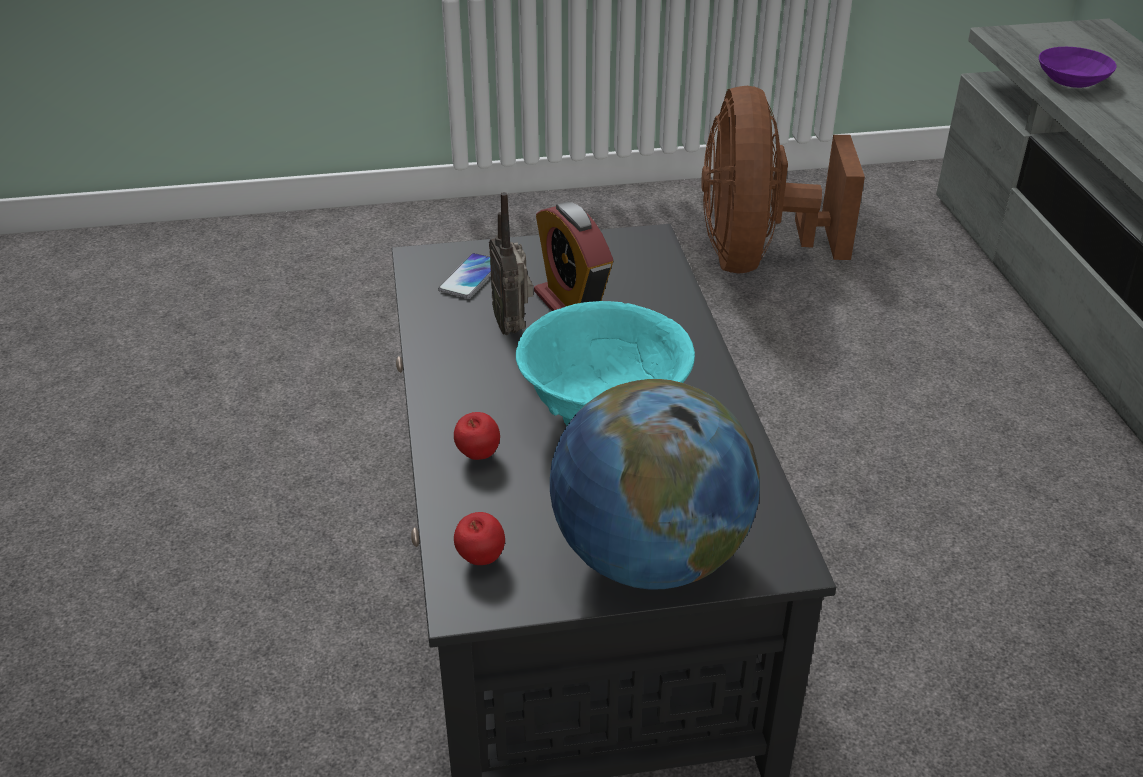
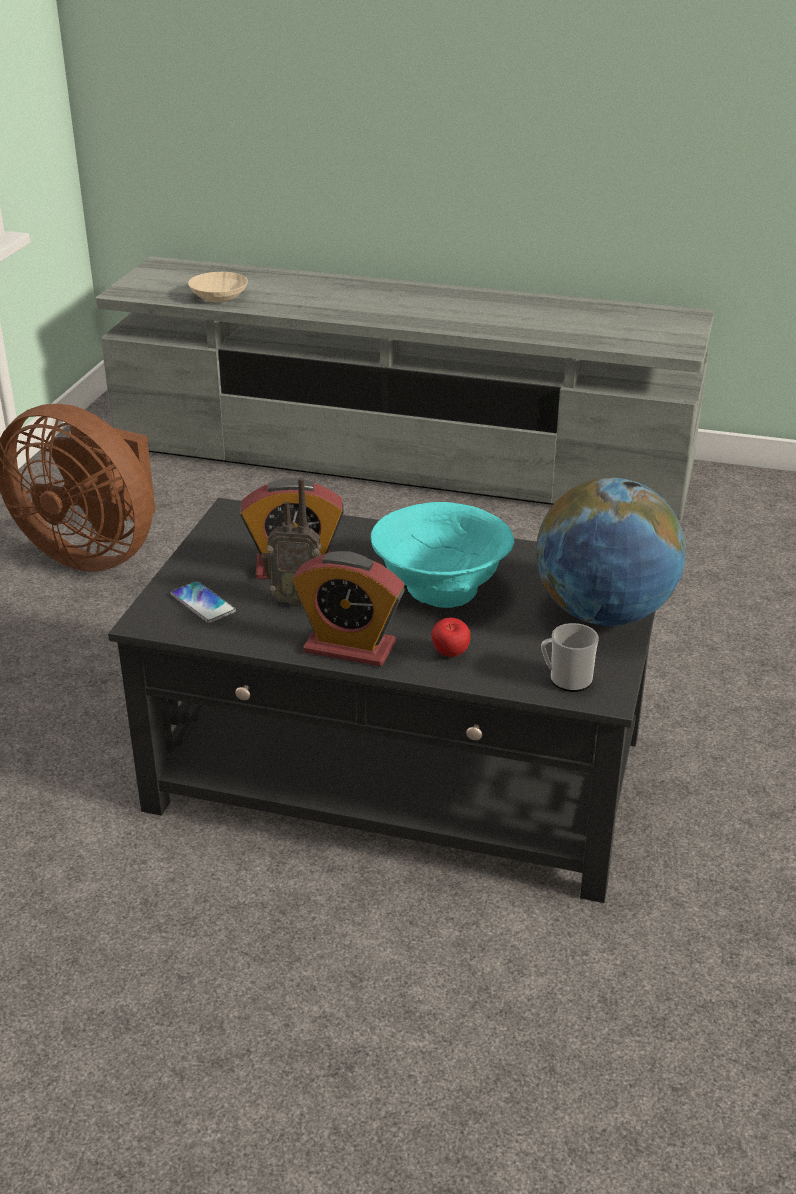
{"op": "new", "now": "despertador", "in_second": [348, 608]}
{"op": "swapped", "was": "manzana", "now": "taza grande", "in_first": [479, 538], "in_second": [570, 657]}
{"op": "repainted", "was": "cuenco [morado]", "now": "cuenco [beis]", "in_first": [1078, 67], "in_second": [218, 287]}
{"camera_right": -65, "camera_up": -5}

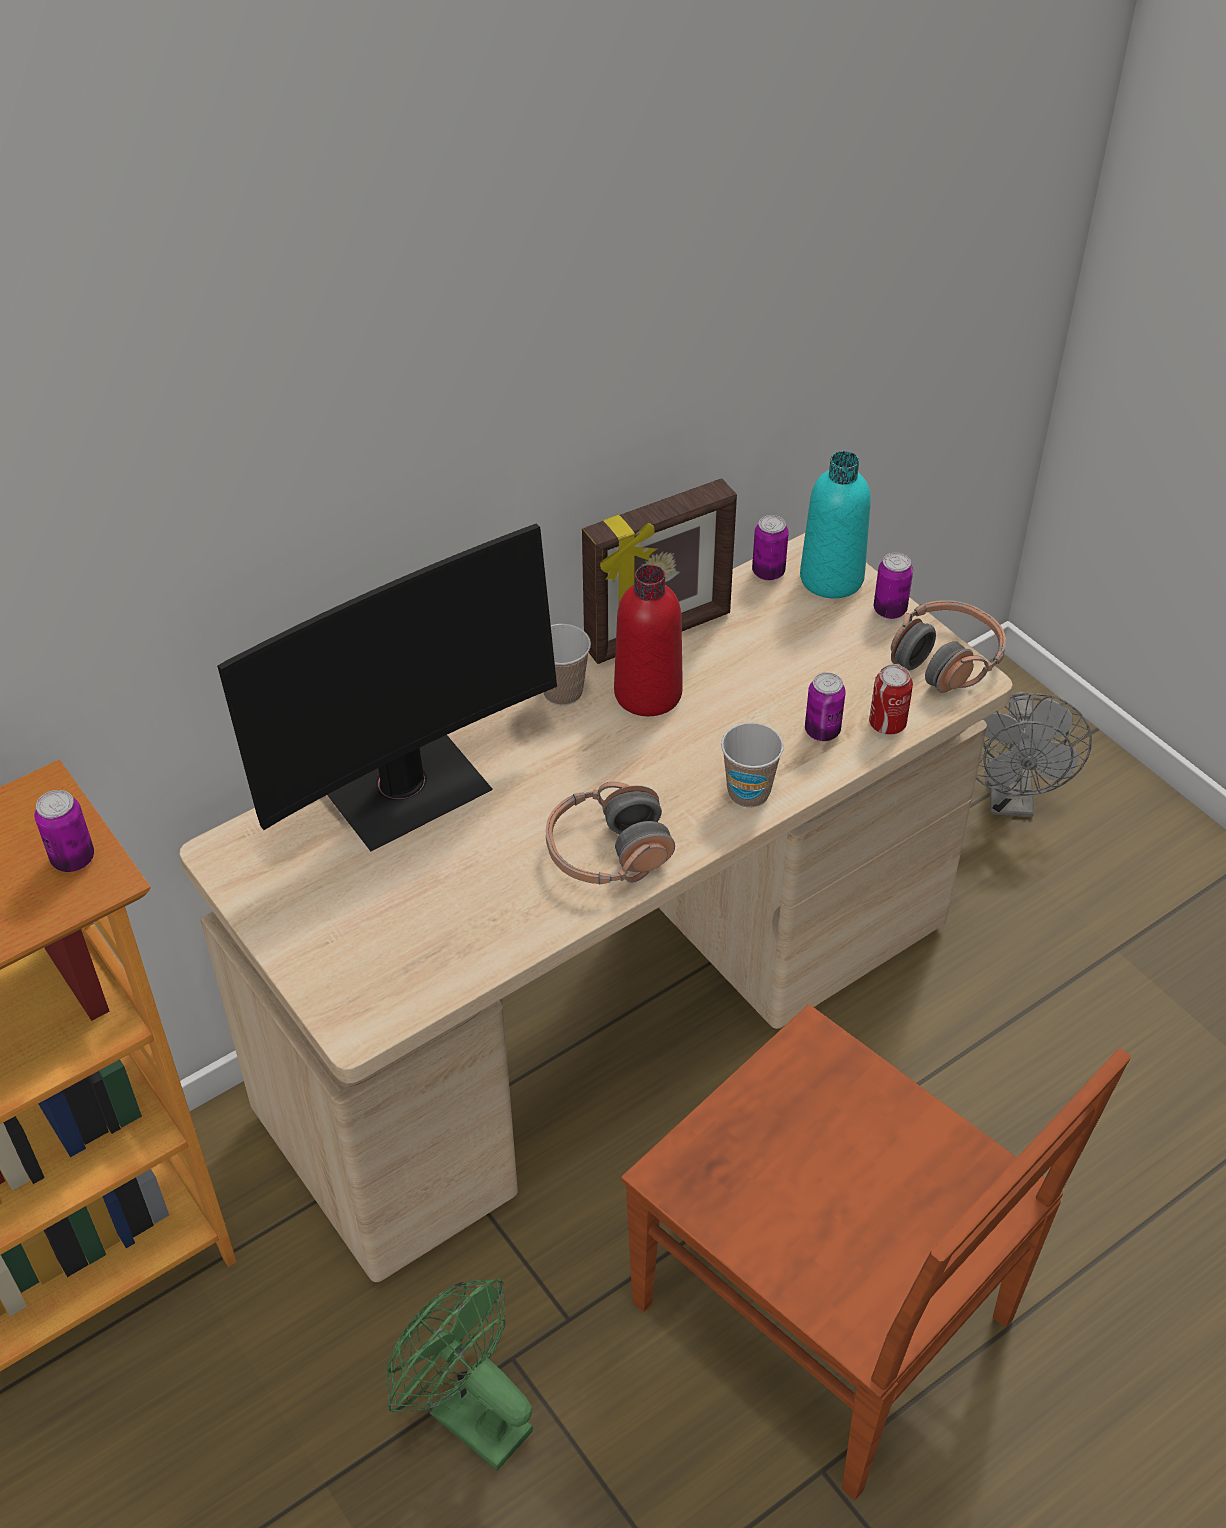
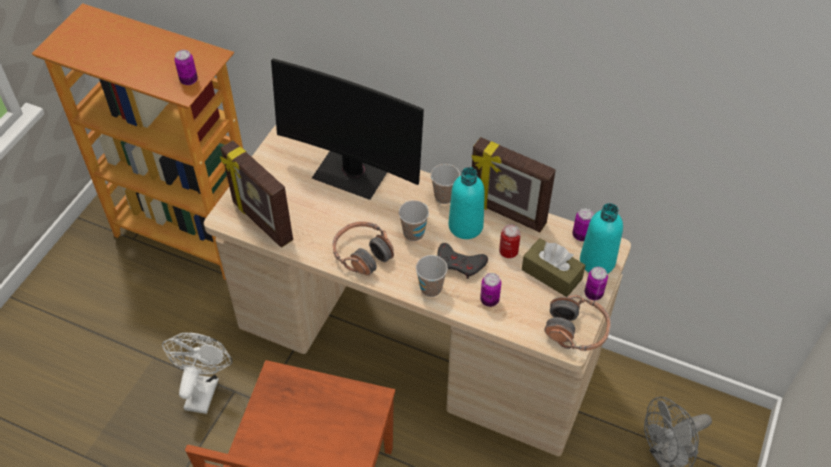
{"op": "new", "now": "portarretratos", "in_second": [256, 194]}
{"op": "new", "now": "taza", "in_second": [414, 220]}
{"op": "new", "now": "mando de consola [gris]", "in_second": [462, 261]}
{"op": "new", "now": "caja de pañuelos [marrón]", "in_second": [554, 267]}
{"op": "shifted", "was": "lata", "in_first": [891, 699], "in_second": [510, 241]}
{"op": "repainted", "was": "ventilador [verde]", "now": "ventilador [blanco]", "in_first": [460, 1375], "in_second": [197, 373]}
{"op": "repainted", "was": "botella [rojo]", "now": "botella [turquesa]", "in_first": [648, 640], "in_second": [467, 203]}
{"camera_right": 60, "camera_up": 5}

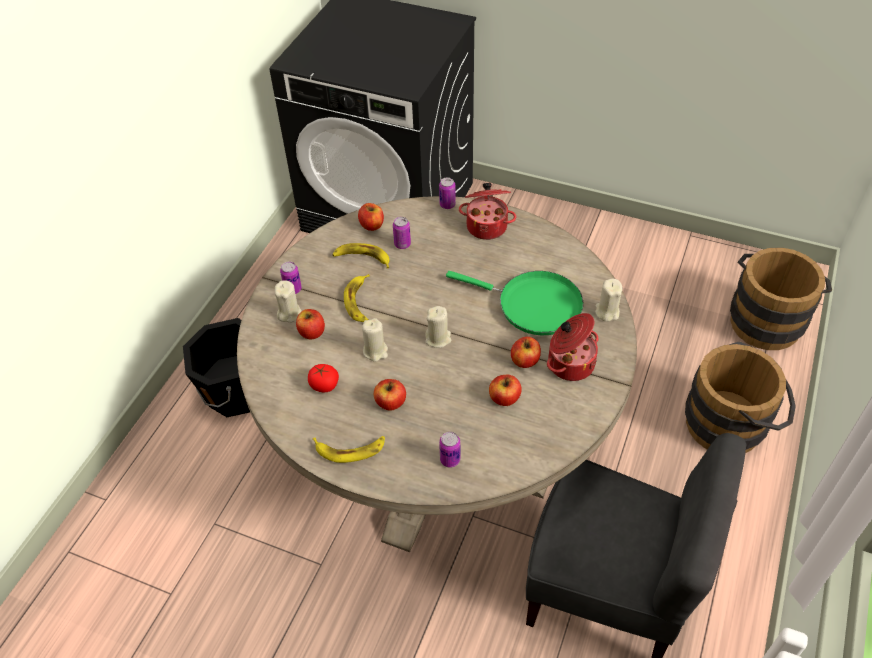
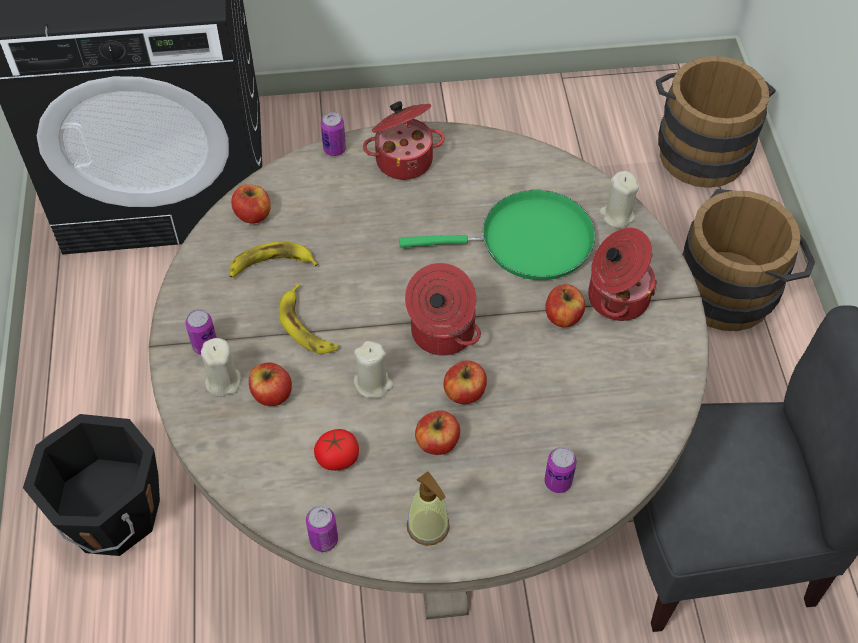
{"op": "shifted", "was": "lata", "in_first": [402, 233], "in_second": [322, 528]}
{"op": "shifted", "was": "manzana", "in_first": [505, 390], "in_second": [465, 382]}
{"op": "swapped", "was": "plátano", "now": "dispensador de jabón", "in_first": [349, 449], "in_second": [428, 508]}
{"op": "swapped", "was": "vela [beis]", "now": "olla", "in_first": [438, 327], "in_second": [443, 309]}
{"camera_right": -30, "camera_up": 5}

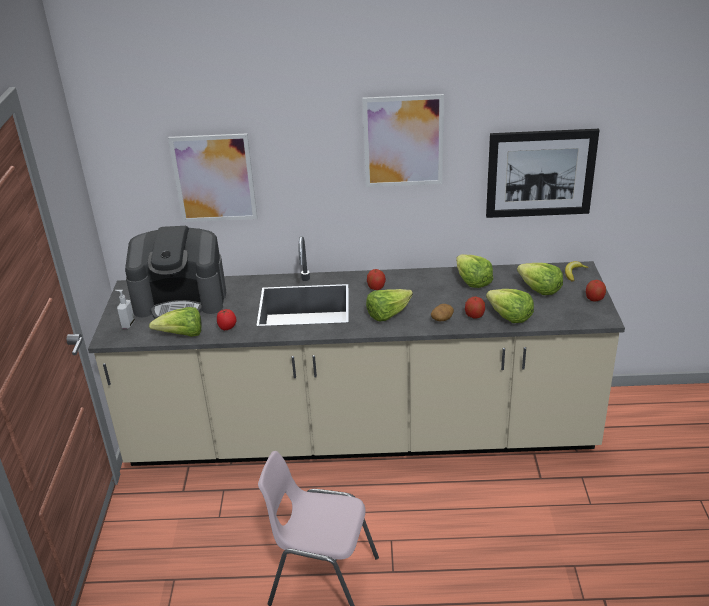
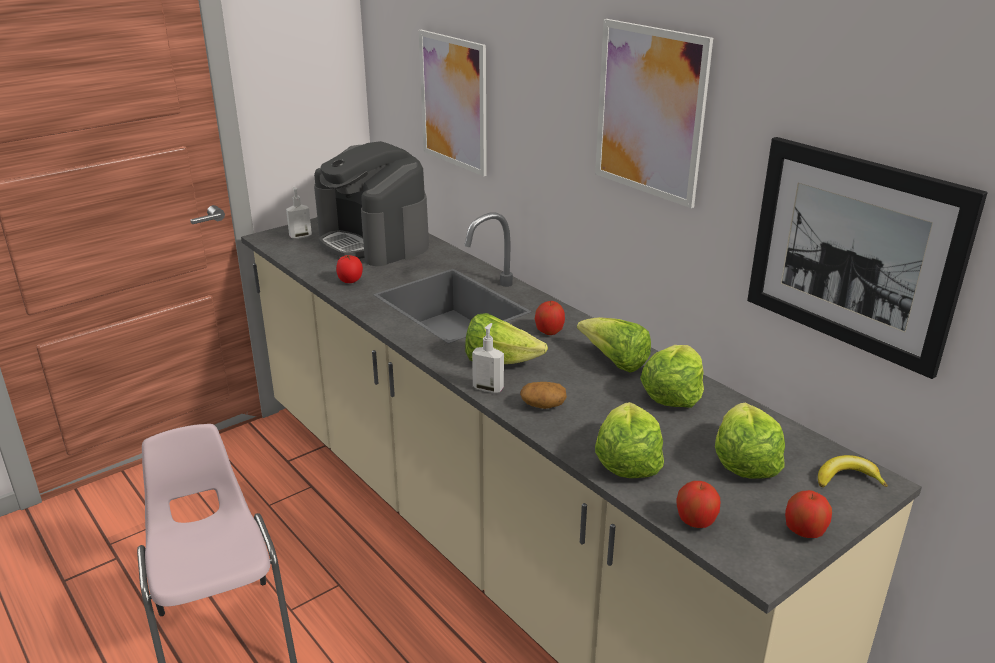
{"op": "new", "now": "dispensador de jabón", "in_second": [488, 358]}
{"op": "shifted", "was": "lechuga", "in_first": [175, 322], "in_second": [614, 345]}
{"op": "shifted", "was": "manzana", "in_first": [475, 307], "in_second": [698, 504]}
{"camera_right": 50, "camera_up": -5}

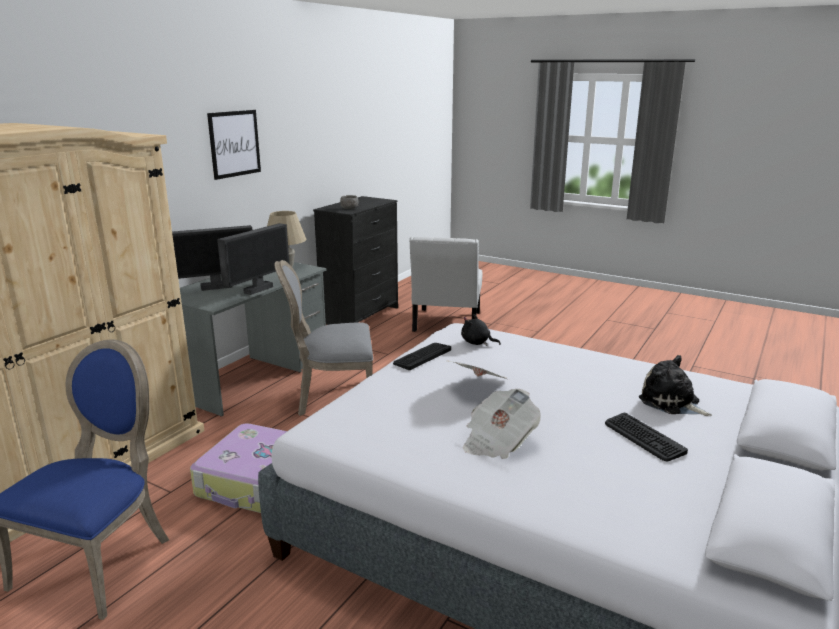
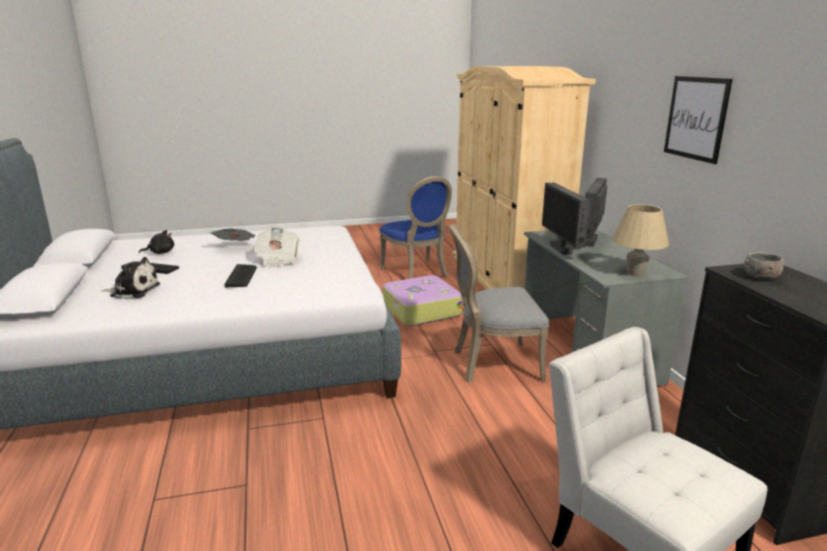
{"op": "shifted", "was": "teclado", "in_first": [422, 356], "in_second": [241, 275]}
{"op": "shifted", "was": "peluche [negro]", "in_first": [481, 330], "in_second": [156, 242]}
{"op": "rotated", "was": "silla [gris]", "in_first": [323, 338], "in_second": [498, 302], "clockwise": -135}
{"camera_right": 135, "camera_up": 0}

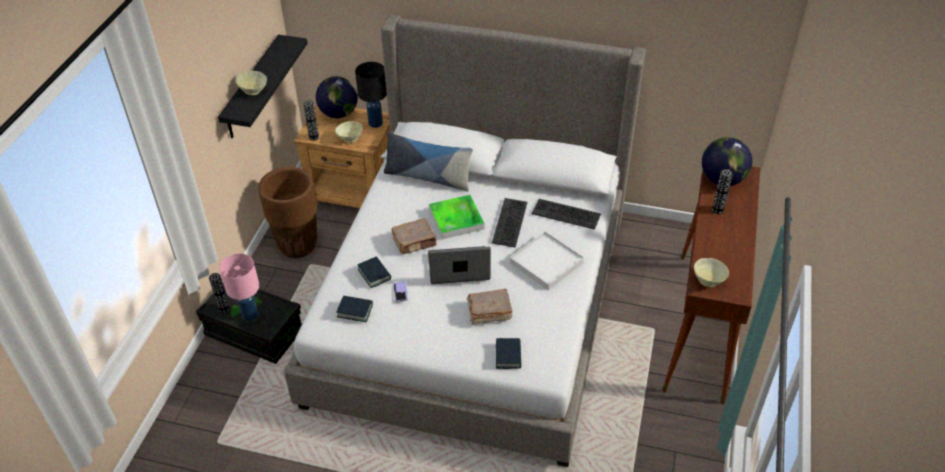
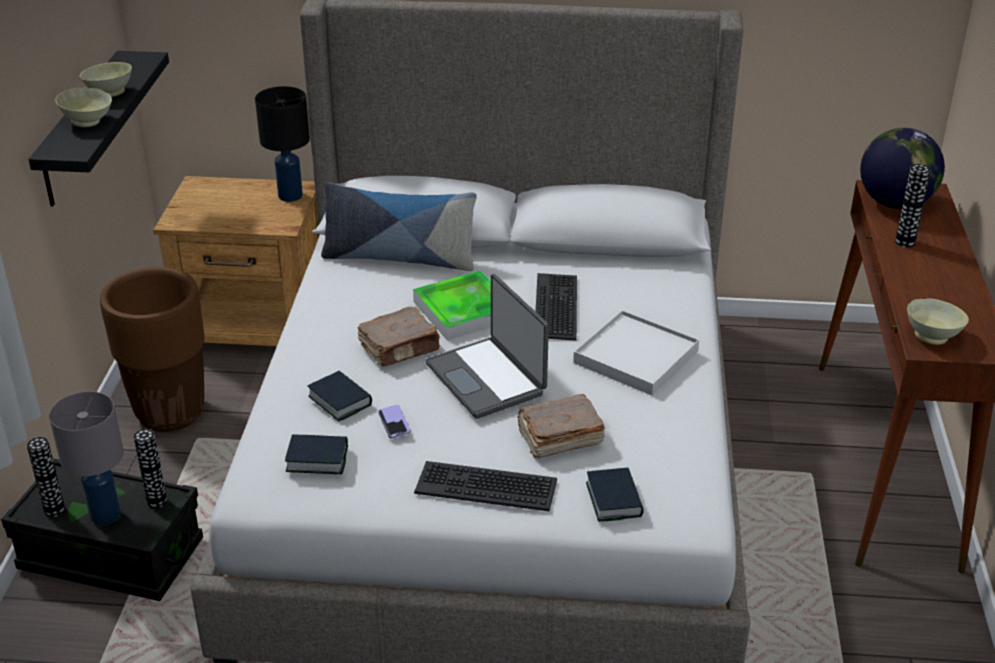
{"op": "gone", "was": "globo terráqueo", "in_first": [337, 97]}
{"op": "shifted", "was": "florero", "in_first": [311, 120], "in_second": [150, 468]}
{"op": "shifted", "was": "cuenco [beis]", "in_first": [349, 132], "in_second": [105, 79]}
{"op": "shifted", "was": "teclado", "in_first": [566, 214], "in_second": [485, 486]}
{"op": "repainted", "was": "lámpara de mesa [rosa]", "now": "lámpara de mesa [gris]", "in_first": [239, 287], "in_second": [86, 458]}
{"op": "rotated", "was": "portátil", "in_first": [459, 265], "in_second": [487, 346], "clockwise": -105}
{"camera_right": -10, "camera_up": -10}

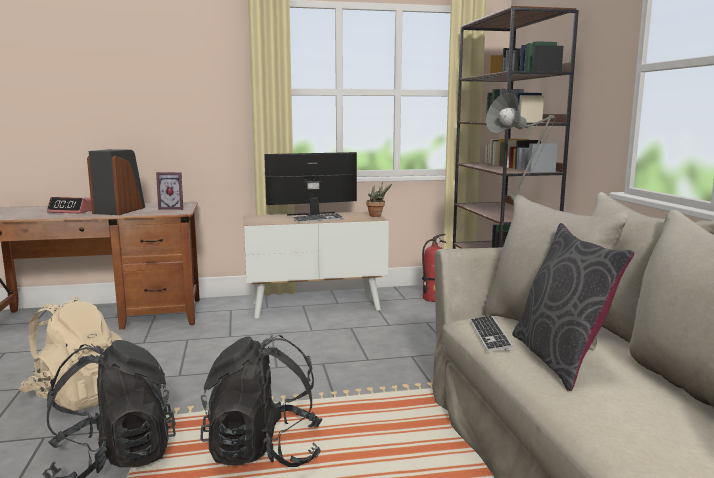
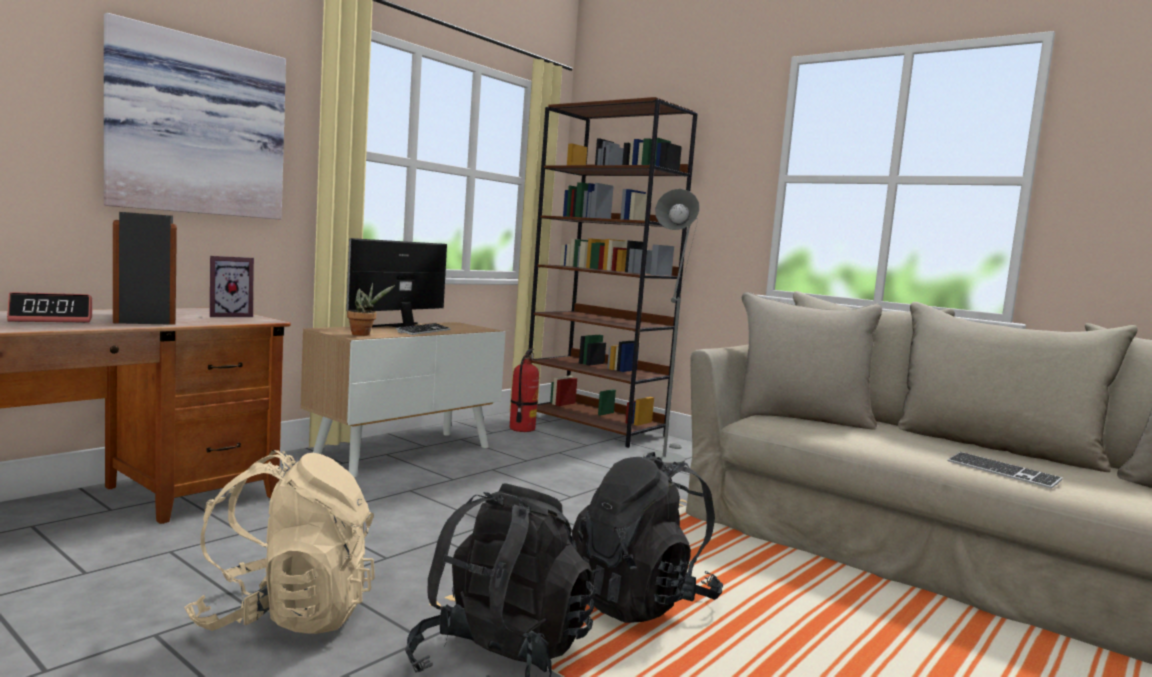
{"op": "gone", "was": "cojín [gris]", "in_first": [573, 307]}
{"op": "new", "now": "cuadro", "in_second": [195, 116]}
{"op": "shifted", "was": "planta en maceta", "in_first": [379, 199], "in_second": [371, 309]}
{"op": "shifted", "was": "teclado", "in_first": [491, 334], "in_second": [1005, 470]}
{"camera_right": -40, "camera_up": -5}

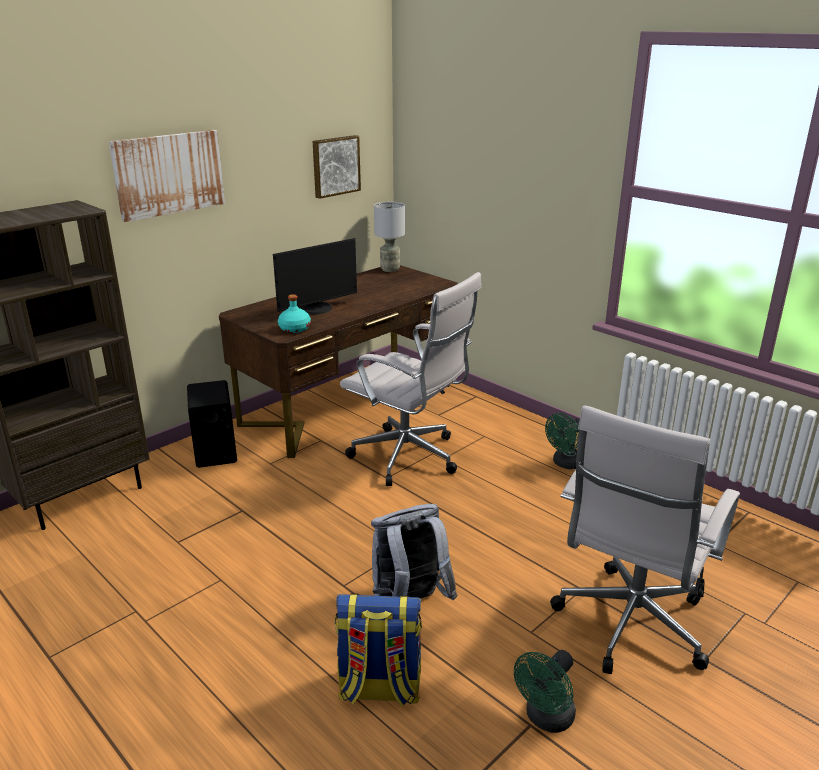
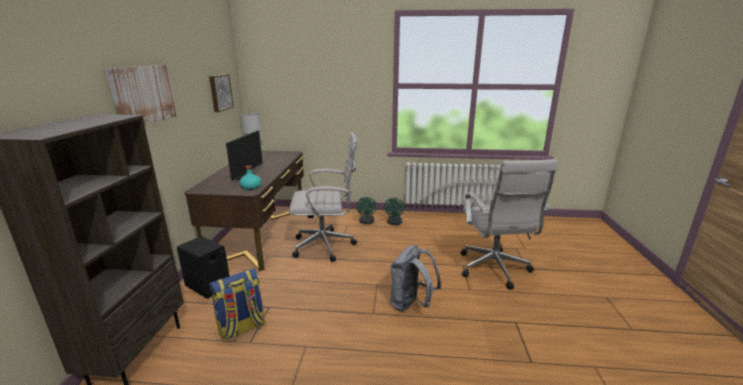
{"op": "shifted", "was": "mochila", "in_first": [378, 650], "in_second": [237, 305]}
{"op": "shifted", "was": "ventilador [verde]", "in_first": [545, 691], "in_second": [366, 210]}
{"camera_right": -40, "camera_up": -5}

